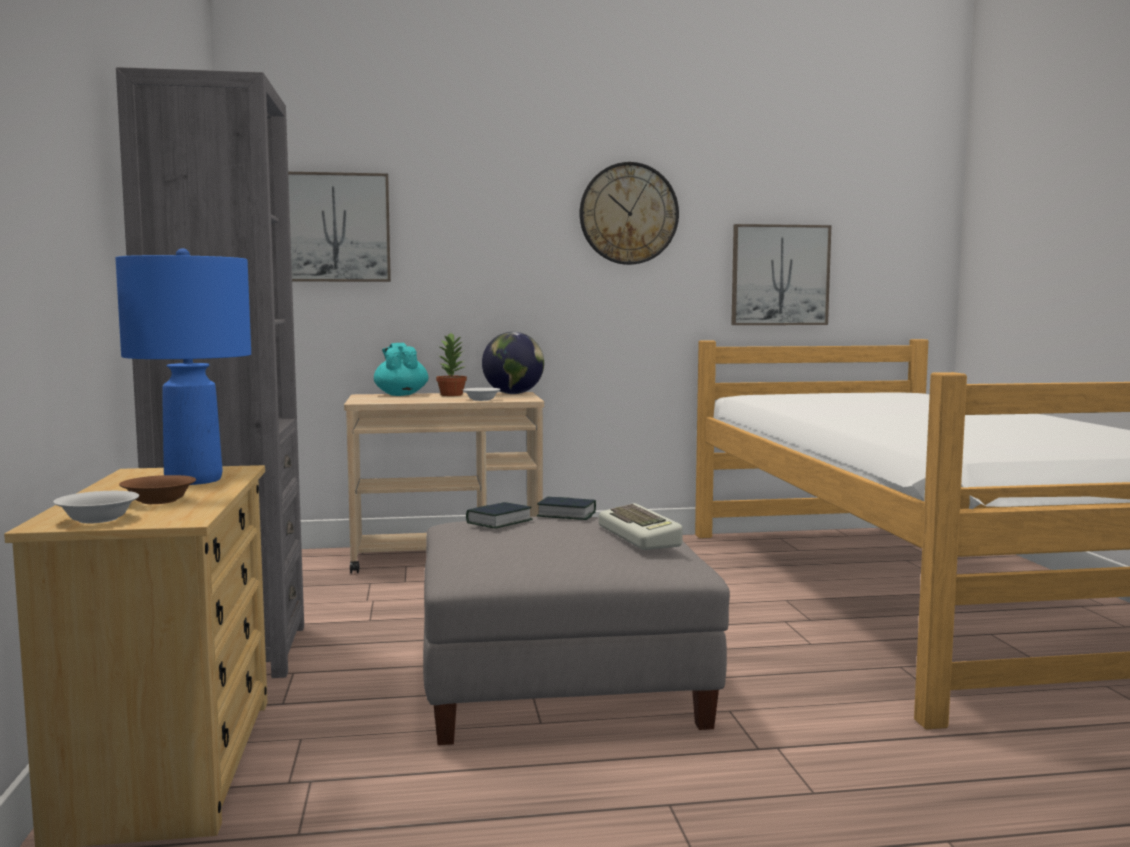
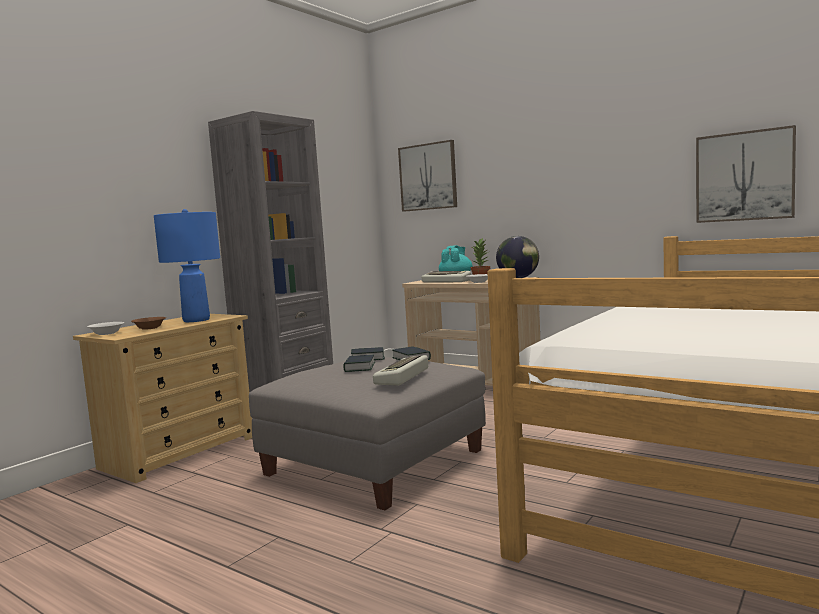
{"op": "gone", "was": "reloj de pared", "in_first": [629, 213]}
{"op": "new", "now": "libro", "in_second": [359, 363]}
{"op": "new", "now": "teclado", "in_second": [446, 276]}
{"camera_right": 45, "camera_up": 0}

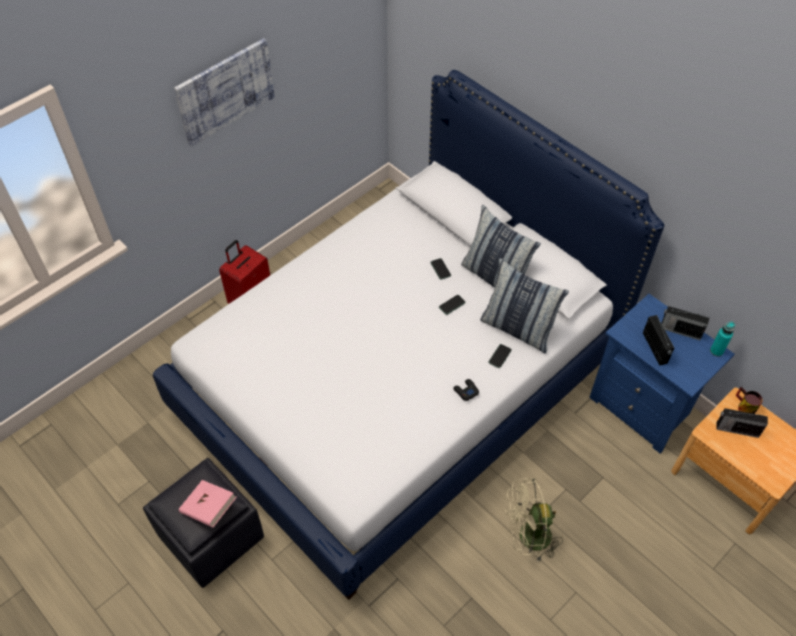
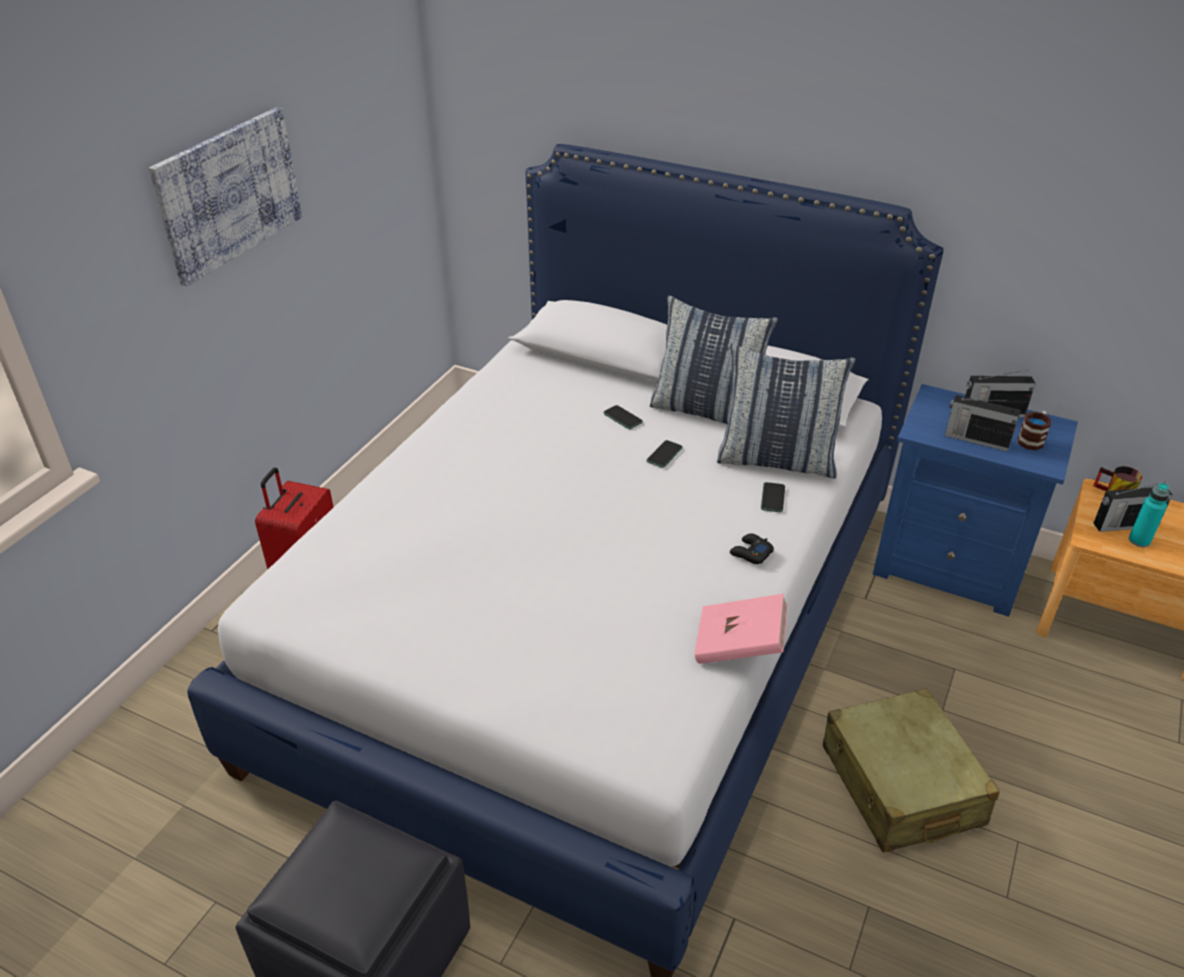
{"op": "new", "now": "taza grande", "in_second": [1034, 430]}
{"op": "shifted", "was": "libro [rosa]", "in_first": [208, 503], "in_second": [741, 629]}
{"op": "shifted", "was": "botella [turquesa]", "in_first": [722, 339], "in_second": [1149, 515]}
{"op": "swapped", "was": "ventilador [beis]", "now": "maleta [beis]", "in_first": [534, 520], "in_second": [911, 770]}
{"op": "rotated", "was": "radio", "in_first": [658, 340], "in_second": [983, 423], "clockwise": 150}
{"camera_right": -20, "camera_up": -15}

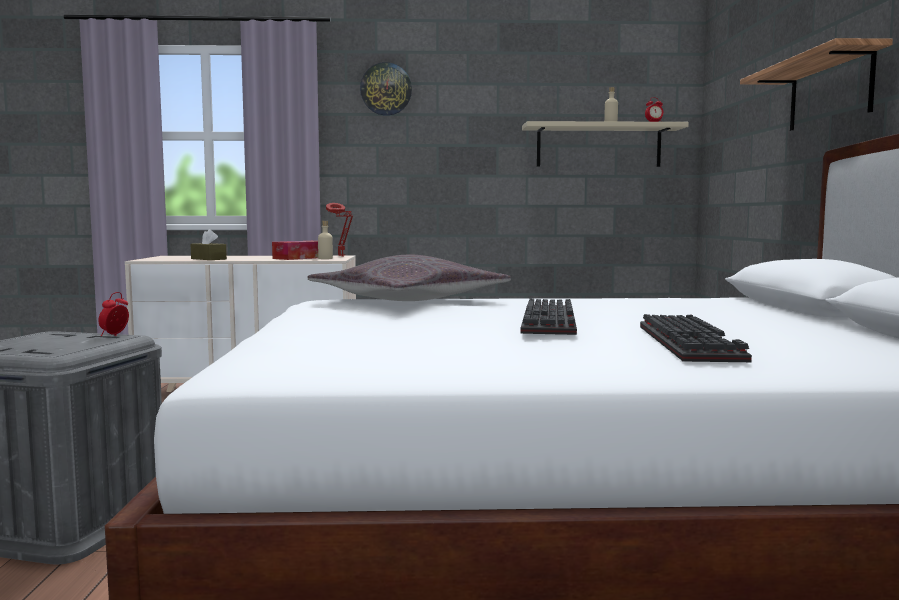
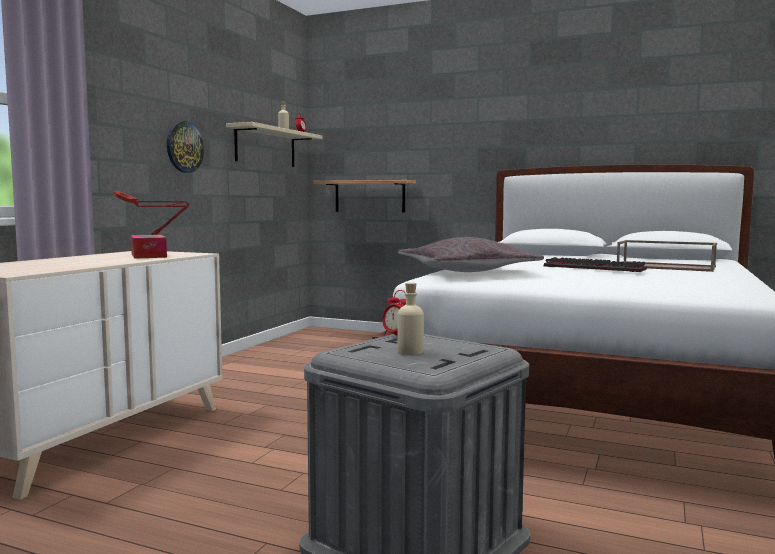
{"op": "gone", "was": "caja de pañuelos [marrón]", "in_first": [208, 244]}
{"op": "shifted", "was": "botella [beis]", "in_first": [325, 240], "in_second": [410, 319]}
{"op": "shifted", "was": "reloj de pared", "in_first": [386, 89], "in_second": [185, 147]}
{"op": "shifted", "was": "estante", "in_first": [816, 84], "in_second": [364, 196]}
{"op": "swapped", "was": "teclado", "now": "bandeja [marrón]", "in_first": [696, 338], "in_second": [667, 256]}
{"camera_right": -65, "camera_up": 0}

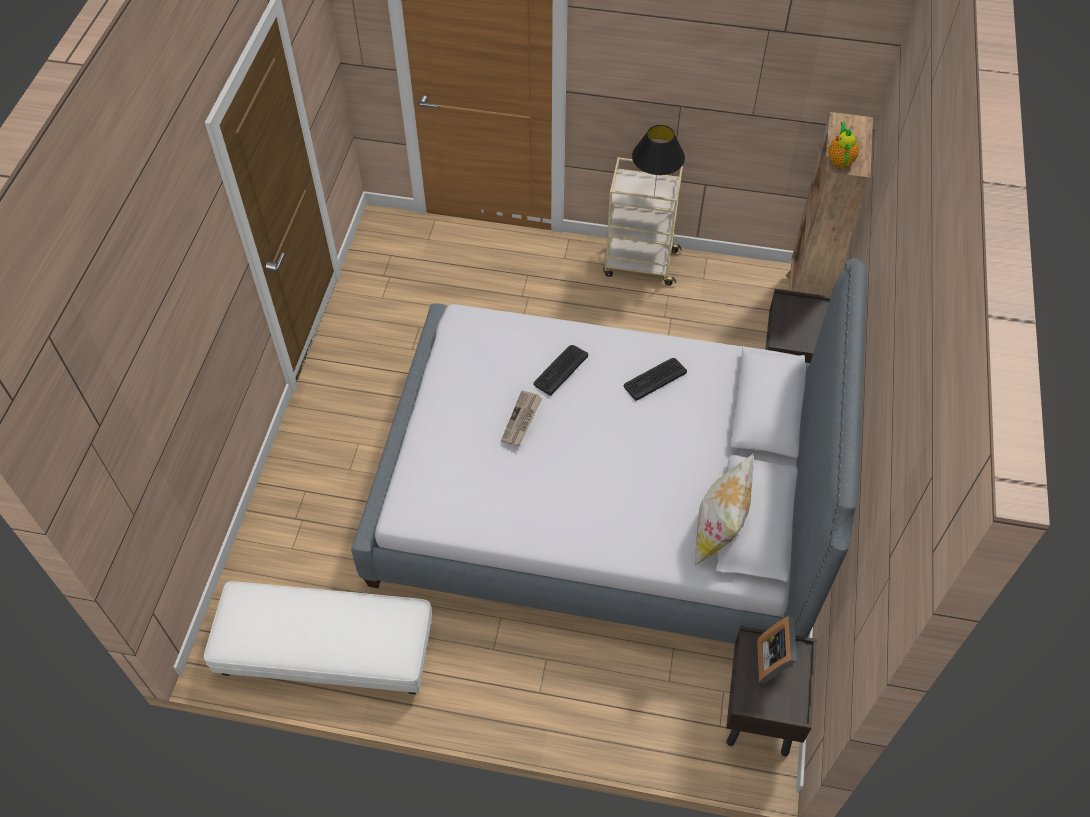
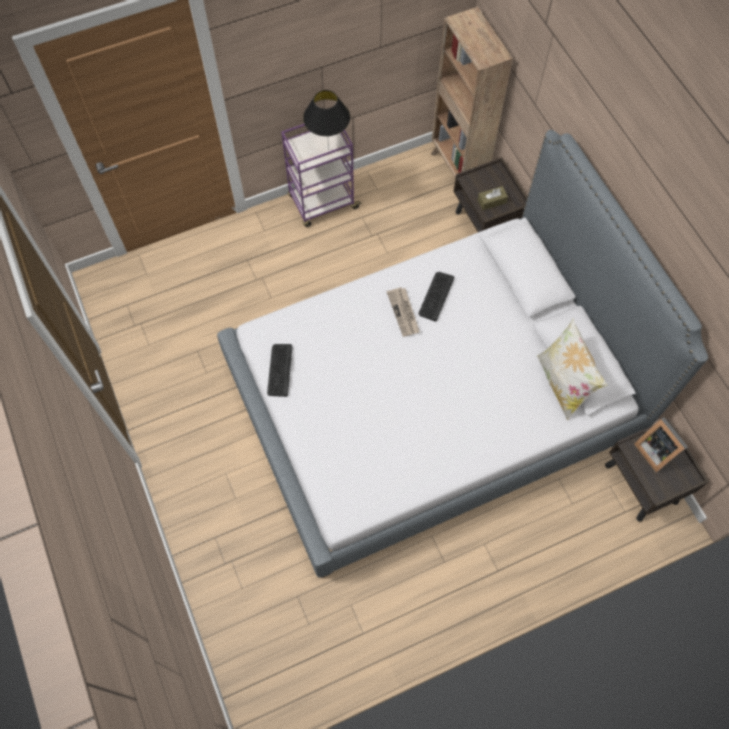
{"op": "gone", "was": "puf [blanco]", "in_first": [318, 637]}
{"op": "gone", "was": "tetera", "in_first": [843, 145]}
{"op": "new", "now": "caja de pañuelos [marrón]", "in_second": [492, 198]}
{"op": "shifted", "was": "periódico", "in_first": [521, 418], "in_second": [403, 312]}
{"op": "shifted", "was": "teclado", "in_first": [561, 370], "in_second": [279, 370]}
{"op": "repainted", "was": "carrito [beis]", "now": "carrito [morado]", "in_first": [643, 221], "in_second": [321, 175]}
{"camera_right": -35, "camera_up": 10}

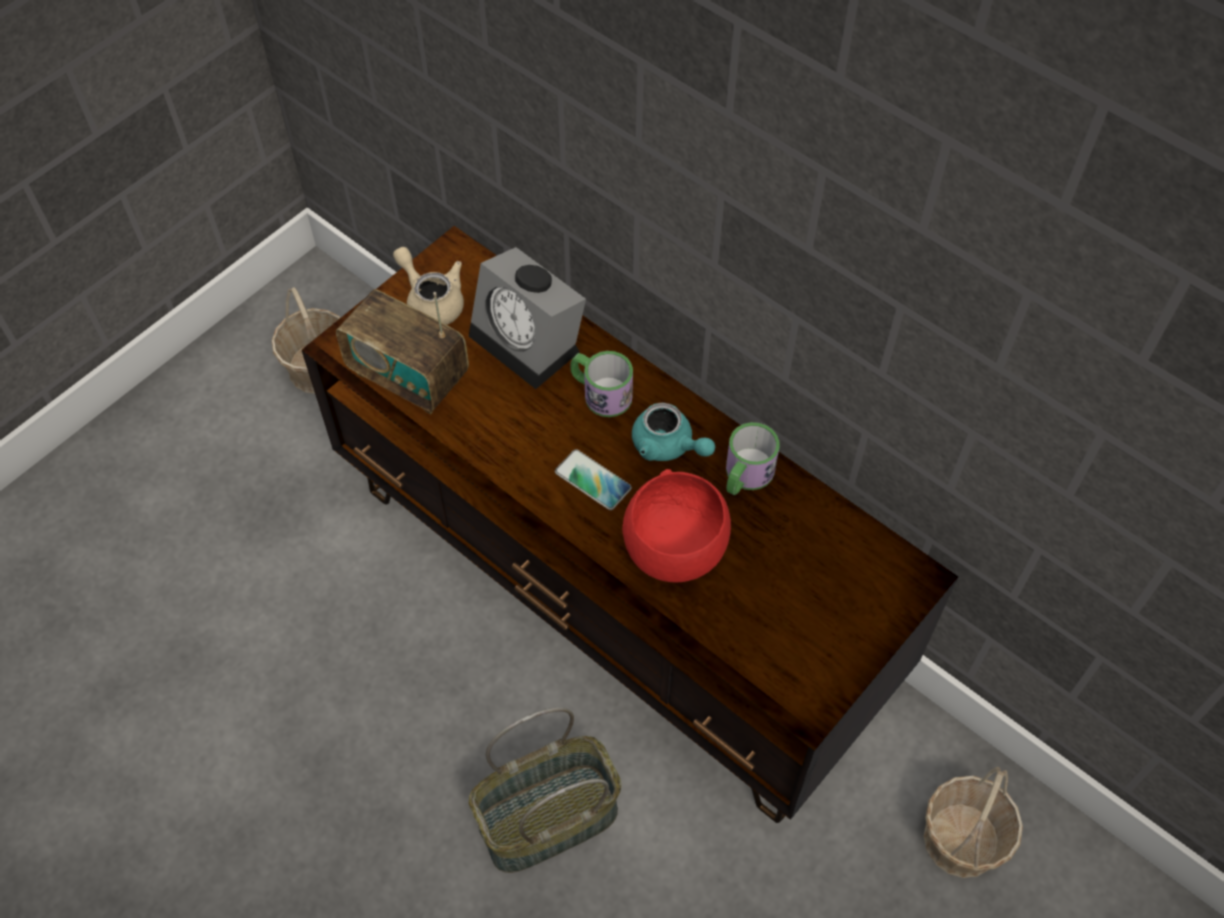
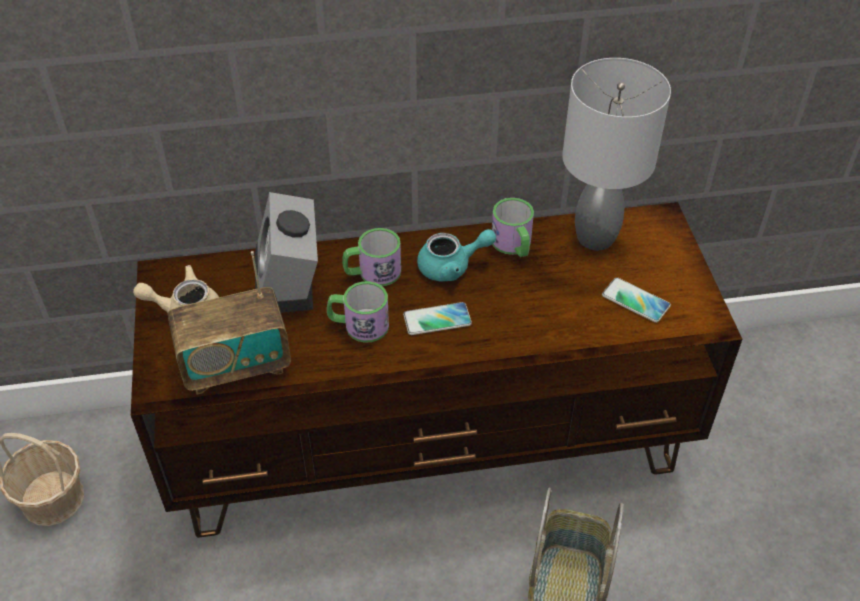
{"op": "gone", "was": "cuenco [rojo]", "in_first": [676, 526]}
{"op": "gone", "was": "cesta", "in_first": [973, 822]}
{"op": "new", "now": "taza grande", "in_second": [358, 312]}
{"op": "new", "now": "lámpara de mesa [gris]", "in_second": [616, 154]}
{"op": "new", "now": "móvil", "in_second": [636, 300]}
{"op": "rotated", "was": "despertador", "in_first": [527, 318], "in_second": [286, 252], "clockwise": 90}
{"camera_right": -50, "camera_up": -10}

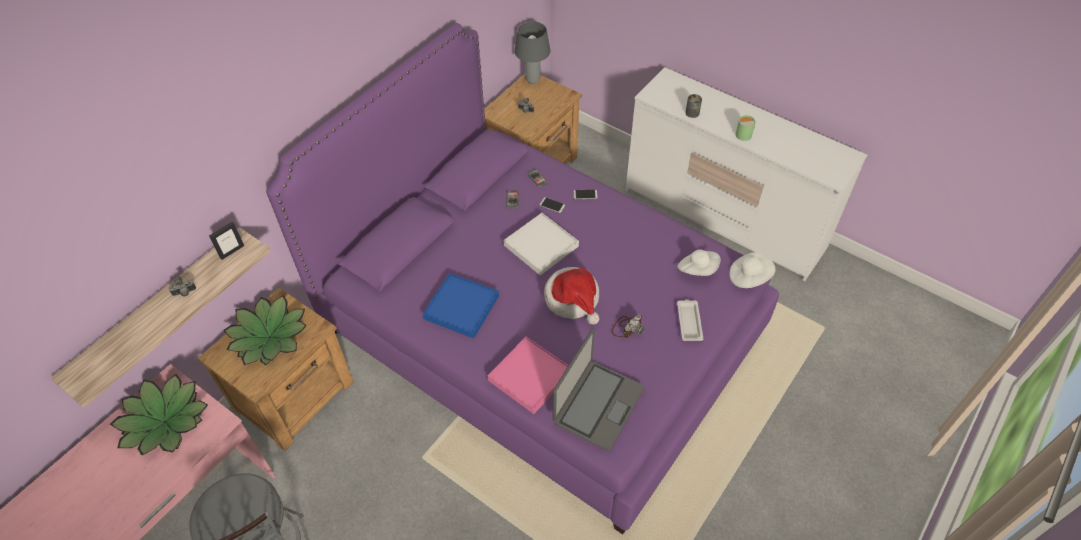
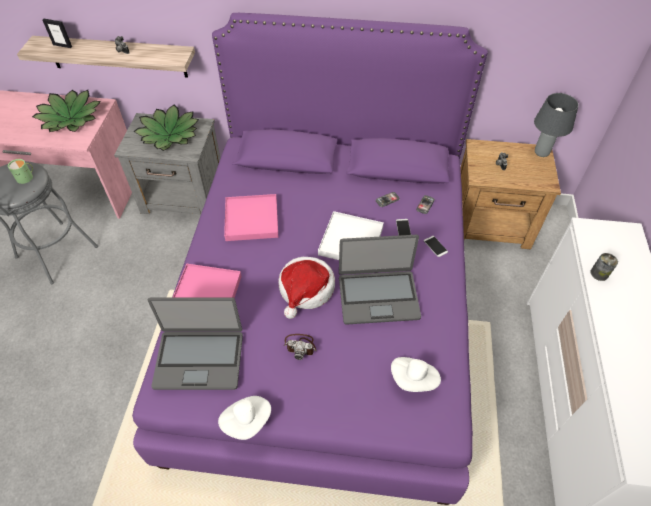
{"op": "gone", "was": "bandeja [blanco]", "in_first": [690, 320]}
{"op": "new", "now": "portátil", "in_second": [380, 280]}
{"op": "shifted", "was": "portarretratos", "in_first": [226, 241], "in_second": [57, 33]}
{"op": "shifted", "was": "sombrero [blanco]", "in_first": [753, 270], "in_second": [244, 418]}
{"op": "shifted", "was": "taza grande [verde]", "in_first": [746, 128], "in_second": [20, 171]}
{"op": "repainted", "was": "mesita de noche [marrón]", "now": "mesita de noche [gris]", "in_first": [275, 369], "in_second": [167, 163]}
{"op": "repainted", "was": "bandeja [azul]", "now": "bandeja [rosa]", "in_first": [460, 306], "in_second": [251, 217]}
{"camera_right": 60, "camera_up": 0}

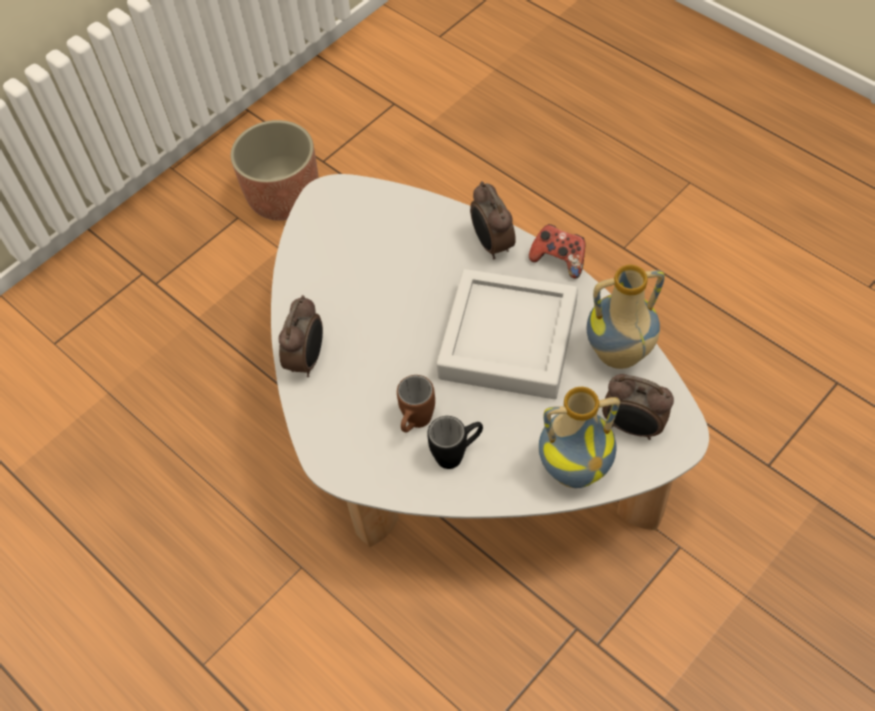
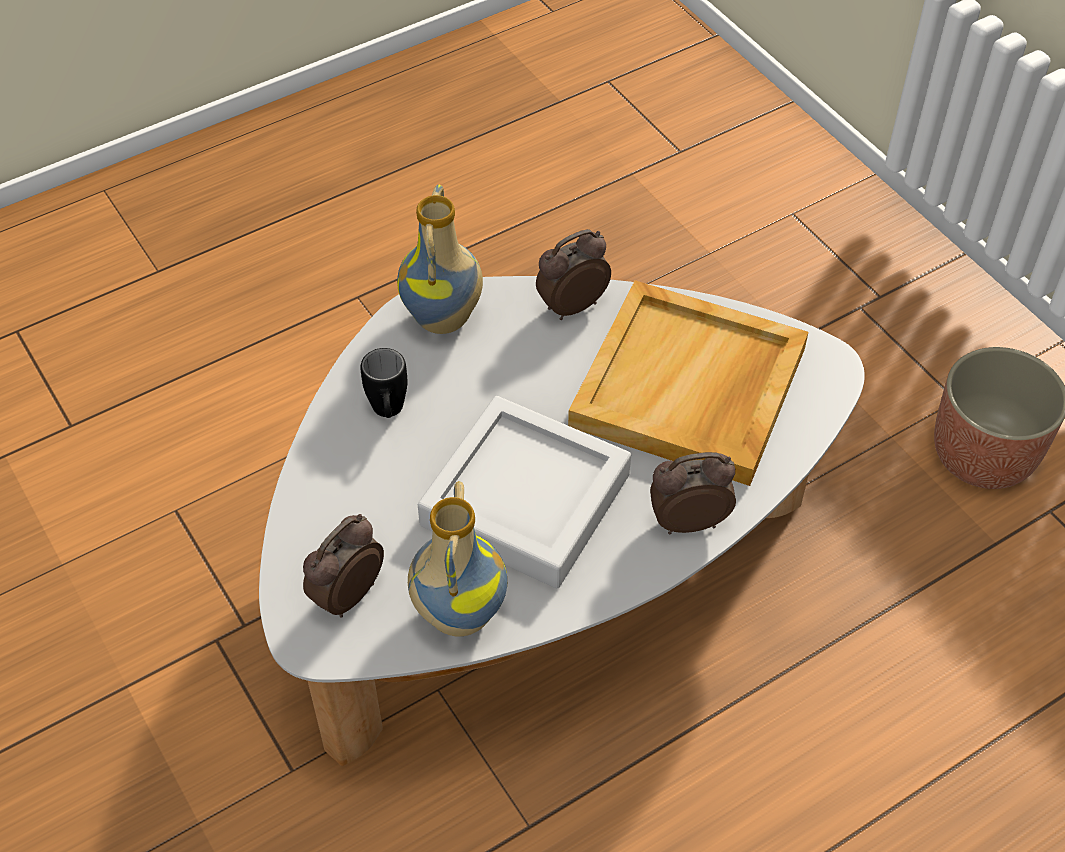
{"op": "gone", "was": "taza grande [marrón]", "in_first": [416, 403]}
{"op": "gone", "was": "mando de consola", "in_first": [557, 251]}
{"op": "new", "now": "bandeja [beis]", "in_second": [688, 383]}
{"op": "shifted", "was": "florero", "in_first": [579, 437], "in_second": [440, 259]}
{"op": "rotated", "was": "despertador", "in_first": [301, 336], "in_second": [573, 274], "clockwise": 120}
{"camera_right": 100, "camera_up": -5}

